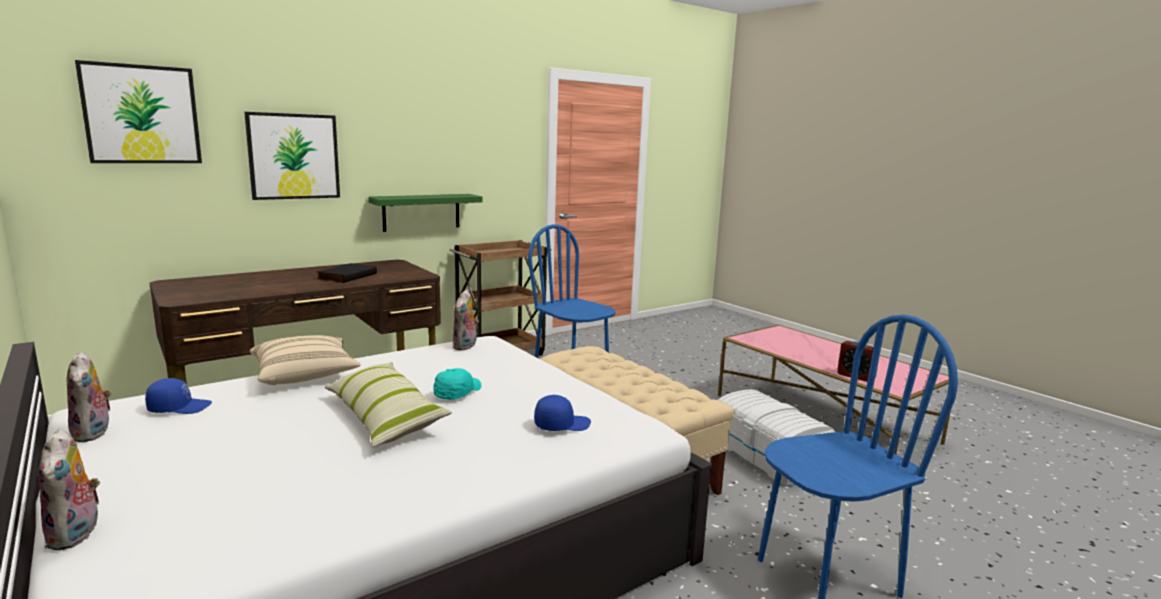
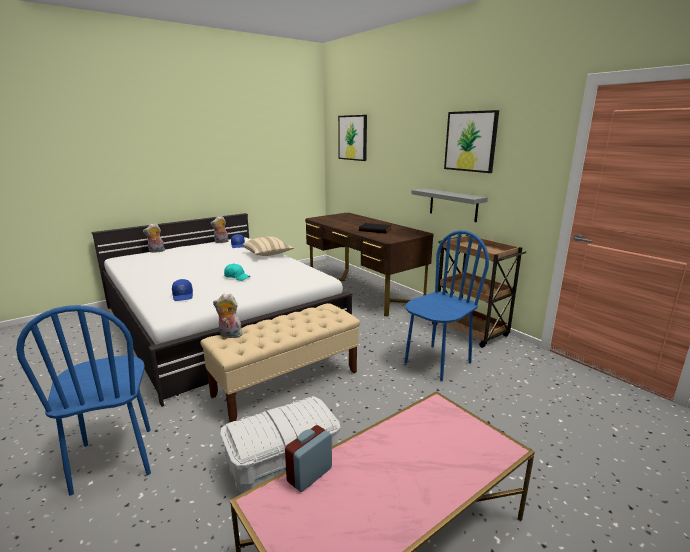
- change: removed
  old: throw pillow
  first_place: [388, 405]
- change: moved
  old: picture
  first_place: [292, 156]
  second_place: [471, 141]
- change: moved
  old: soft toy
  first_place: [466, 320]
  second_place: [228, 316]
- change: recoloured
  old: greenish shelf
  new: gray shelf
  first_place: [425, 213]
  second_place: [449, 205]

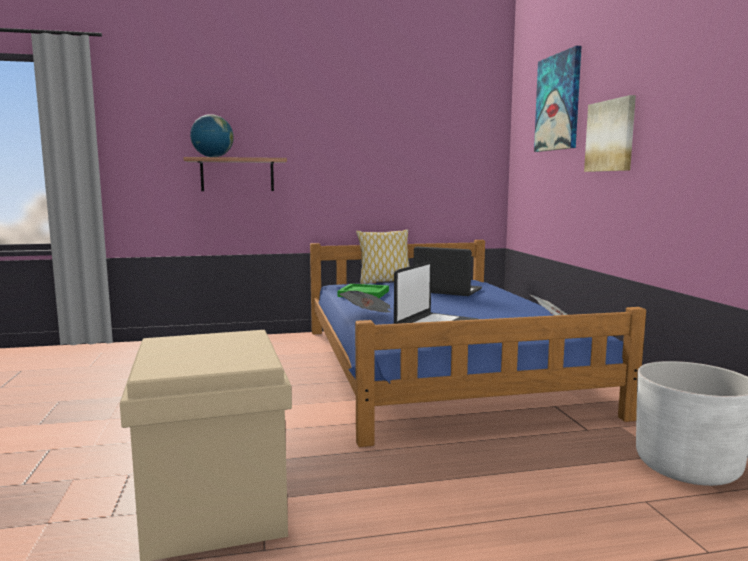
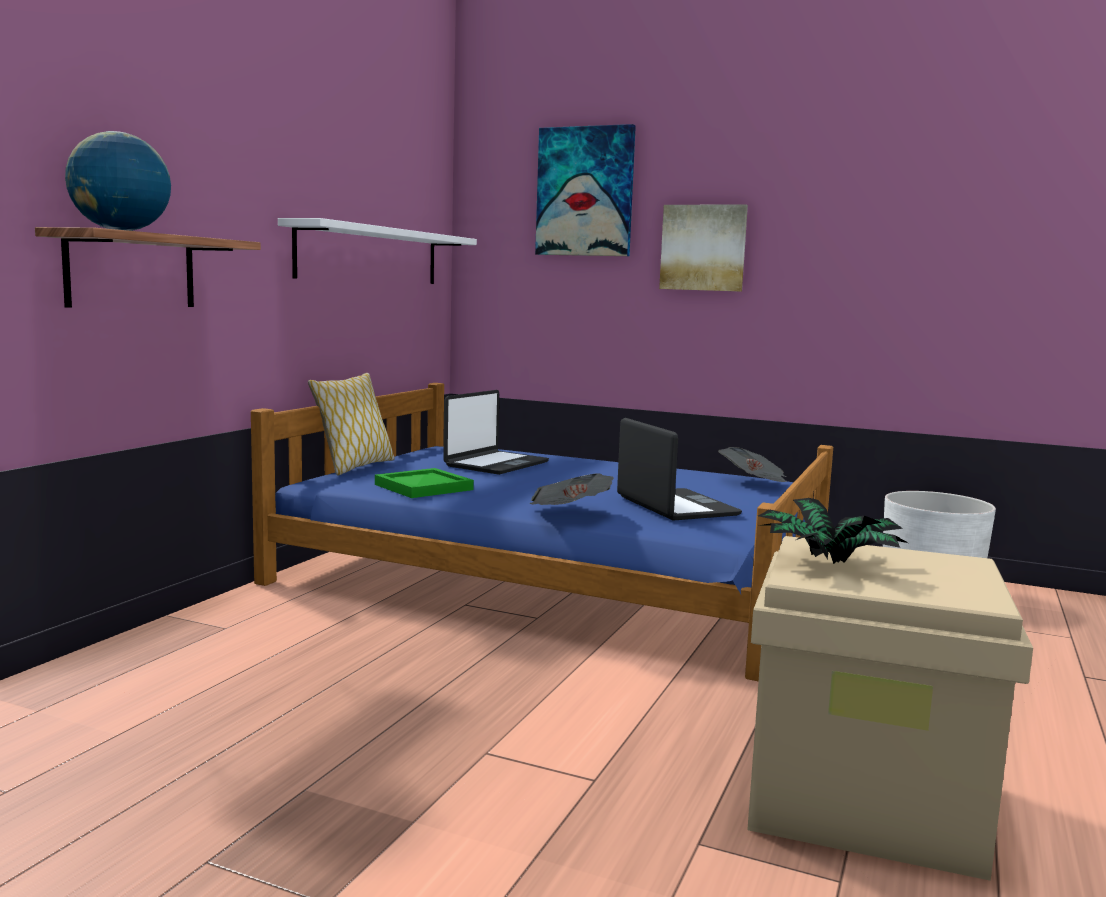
- change: added
  new: white shelf
  second_place: [377, 251]
- change: added
  new: plant in a pot
  second_place: [833, 531]
- change: turned
  old: portable computer
  first_place: [448, 271]
  second_place: [496, 432]
  degrees: 150

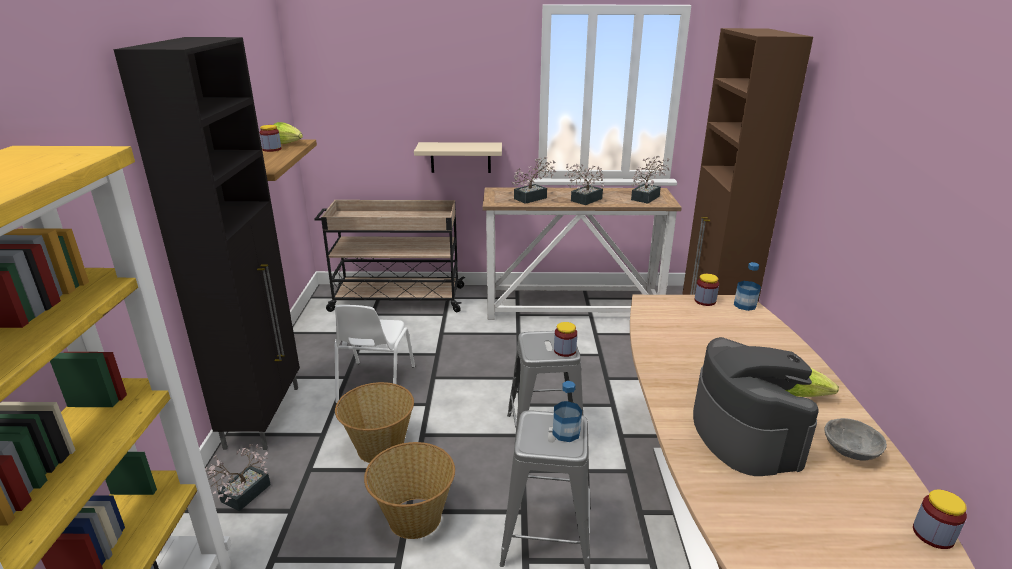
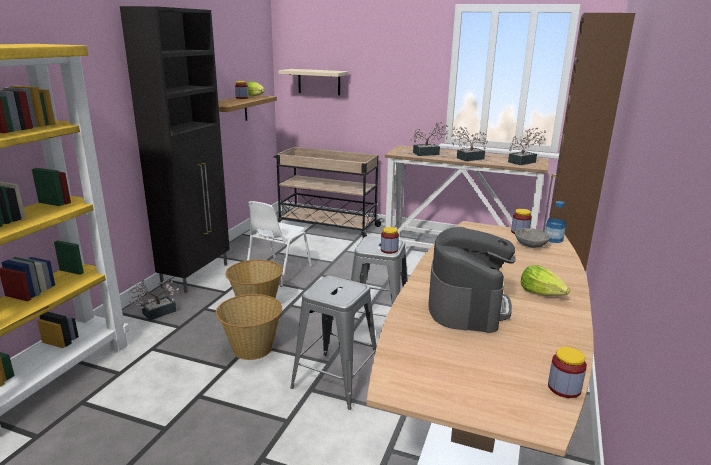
- change: removed
  old: bottle
  first_place: [567, 411]
- change: moved
  old: sand-coloured shelf
  first_place: [458, 157]
  second_place: [313, 82]
- change: moved
  old: gray bowl
  first_place: [855, 439]
  second_place: [533, 238]

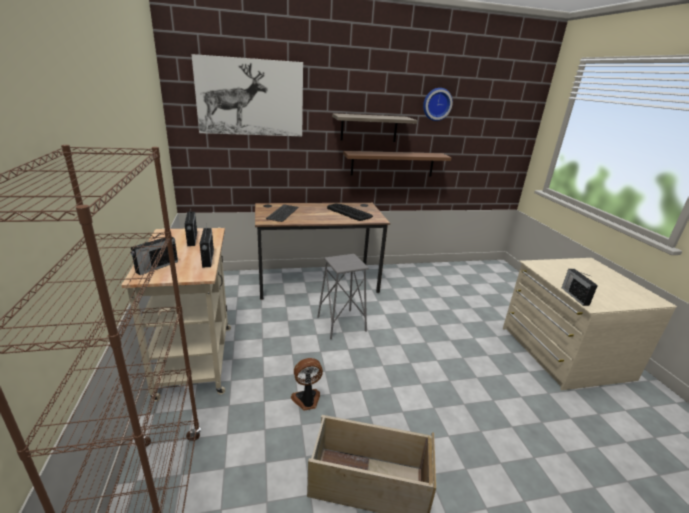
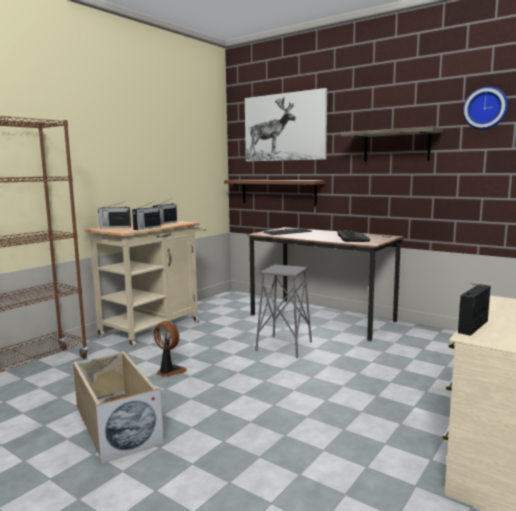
- change: moved
  old: brownish shelf
  first_place: [397, 163]
  second_place: [274, 193]

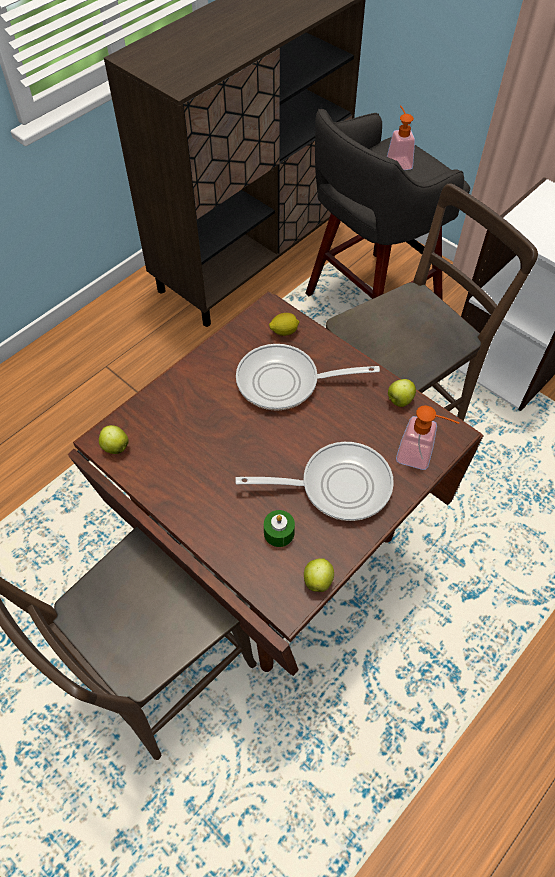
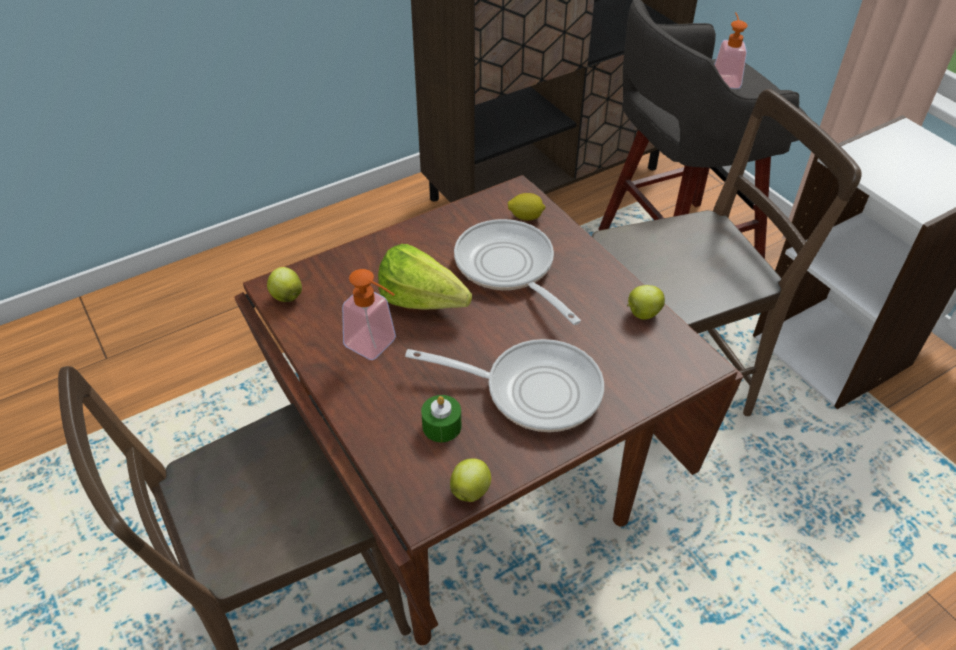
- change: added
  new: lettuce
  second_place: [425, 276]
- change: moved
  old: liquid soap bottle
  first_place: [427, 437]
  second_place: [369, 314]
- change: turned
  old: frying pan
  first_place: [308, 377]
  second_place: [517, 272]
  degrees: 45

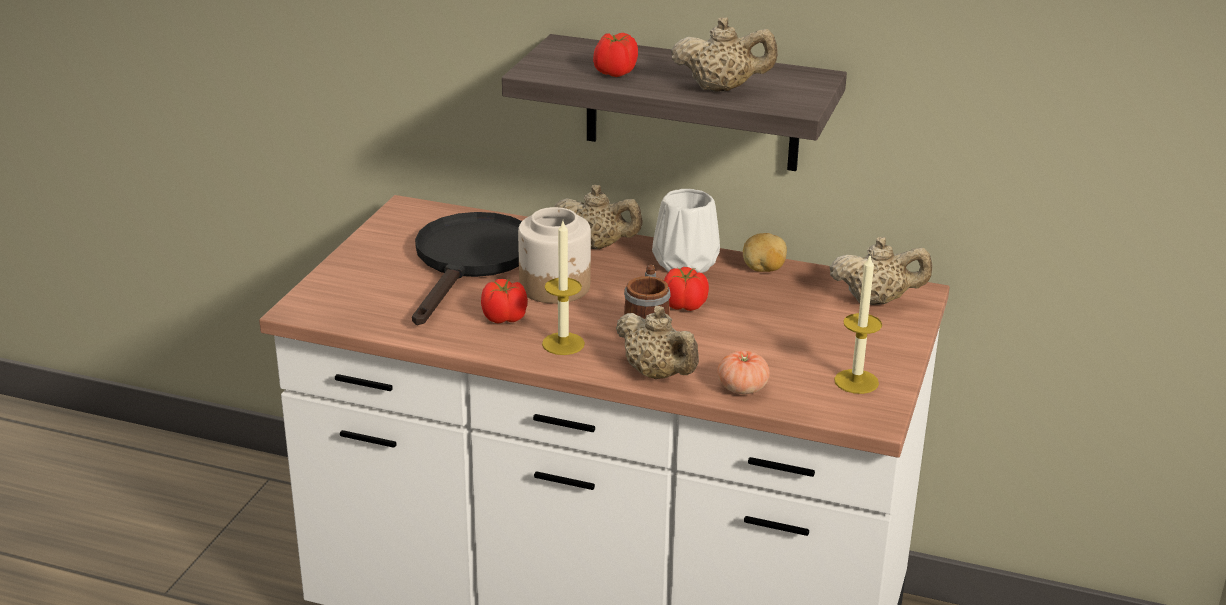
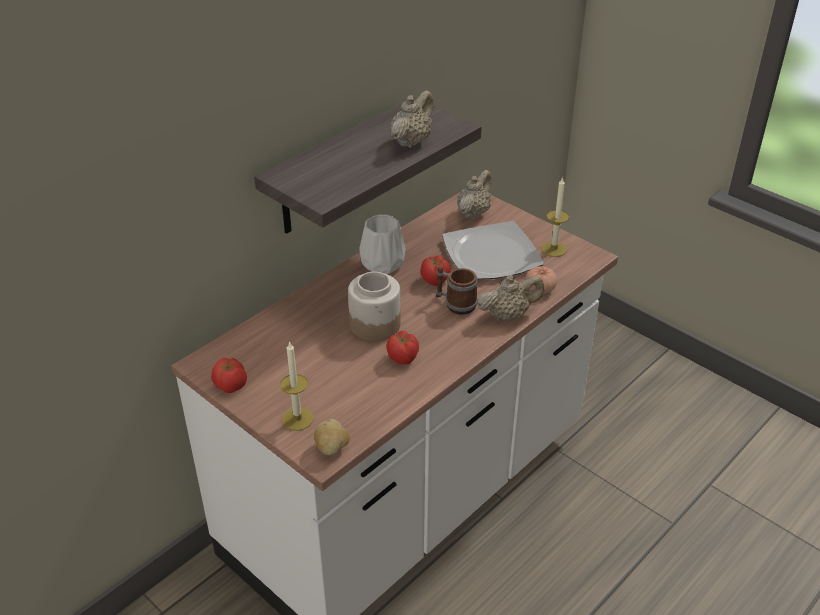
- change: removed
  old: blackish frying pan
  first_place: [467, 268]
- change: removed
  old: sand-coloured pot for tea
  first_place: [598, 217]
- change: added
  new: plate
  second_place: [493, 250]
- change: moved
  old: wax candle
  first_place: [563, 288]
  second_place: [297, 386]
- change: moved
  old: whole tomato
  first_place: [615, 55]
  second_place: [229, 375]
- change: moved
  old: whole potato
  first_place: [765, 252]
  second_place: [332, 437]

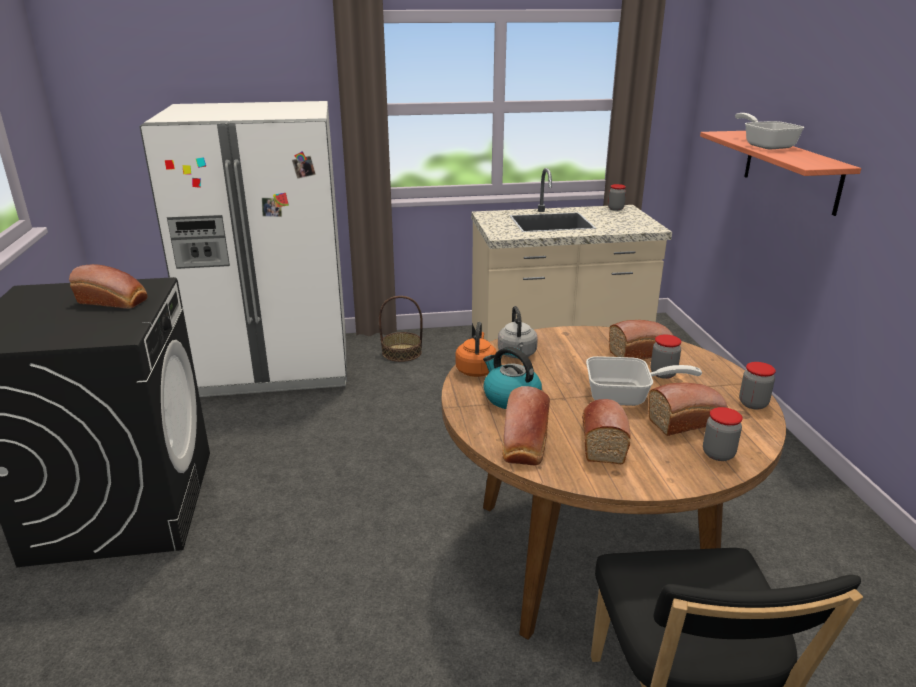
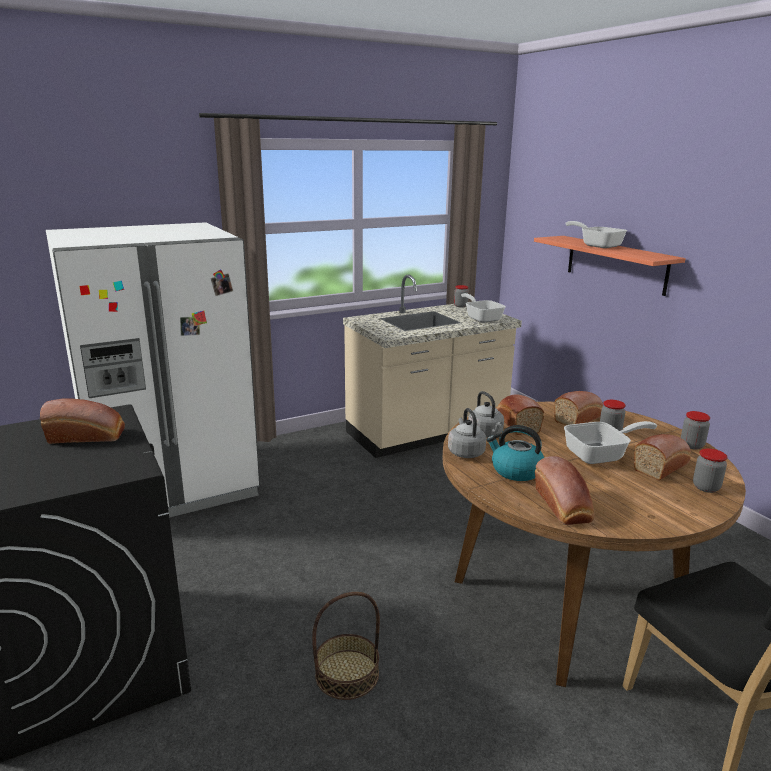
- change: added
  new: frying pan
  second_place: [483, 308]
- change: moved
  old: storage basket
  first_place: [401, 329]
  second_place: [346, 646]
- change: moved
  old: bread
  first_place: [606, 431]
  second_place: [520, 414]
- change: recoloured
  old: orange-coloured tea kettle
  new: gray tea kettle
  first_place: [476, 349]
  second_place: [467, 433]

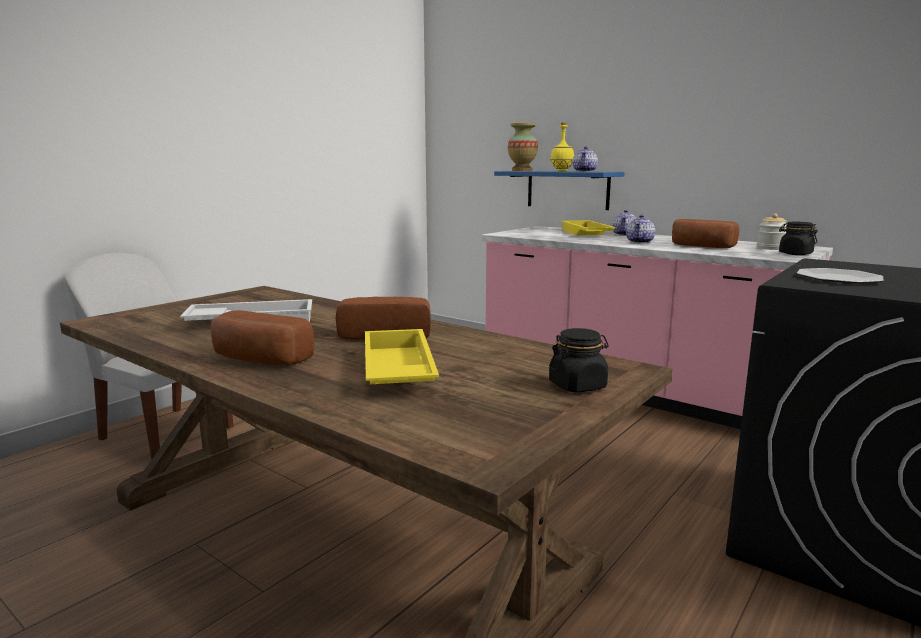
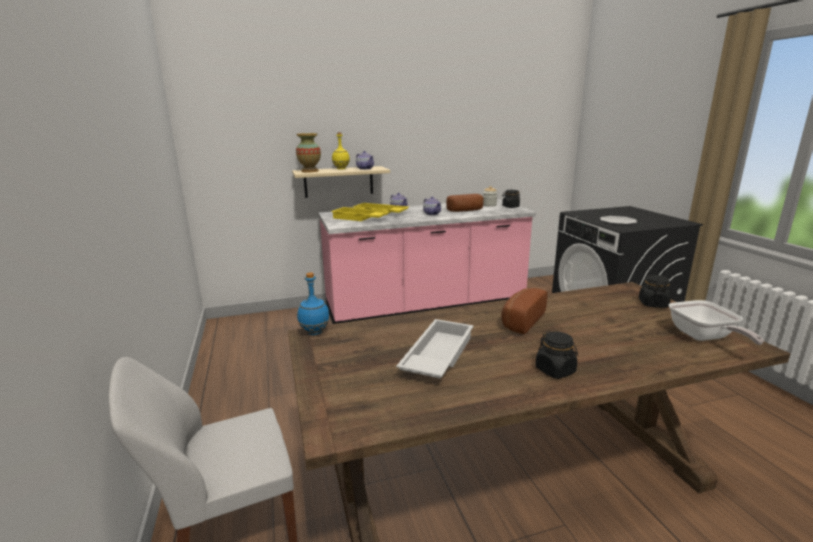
- change: added
  new: bluish bottle
  second_place: [313, 303]
- change: added
  new: frying pan
  second_place: [716, 322]
- change: moved
  old: yellow tray
  first_place: [402, 356]
  second_place: [360, 214]
- change: replaced
  old: bread
  new: blackish storage jar
  first_place: [262, 337]
  second_place: [556, 355]
- change: recoloured
  old: bluish shelf
  new: sand-coloured shelf
  first_place: [559, 190]
  second_place: [341, 182]

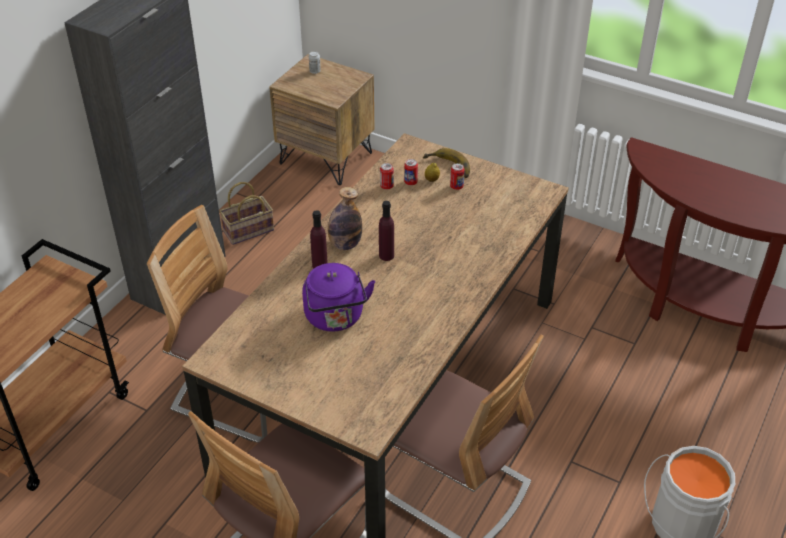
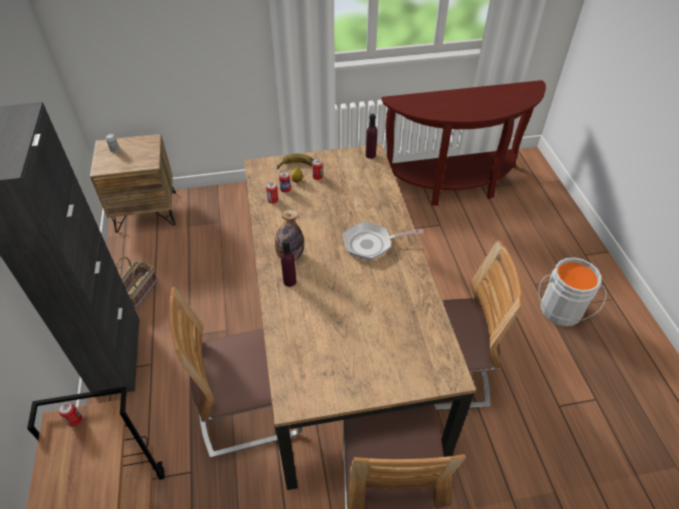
- change: removed
  old: purplish tea kettle
  first_place: [338, 297]
- change: added
  new: metal can
  second_place: [70, 414]
- change: added
  new: frying pan
  second_place: [383, 241]
- change: moved
  old: purplish bottle
  first_place: [386, 231]
  second_place: [371, 136]

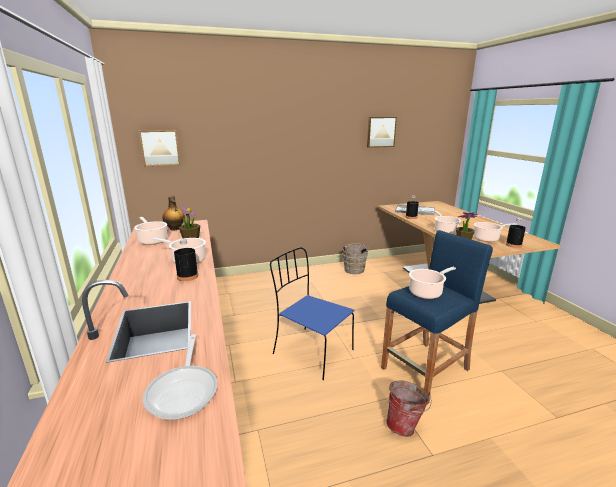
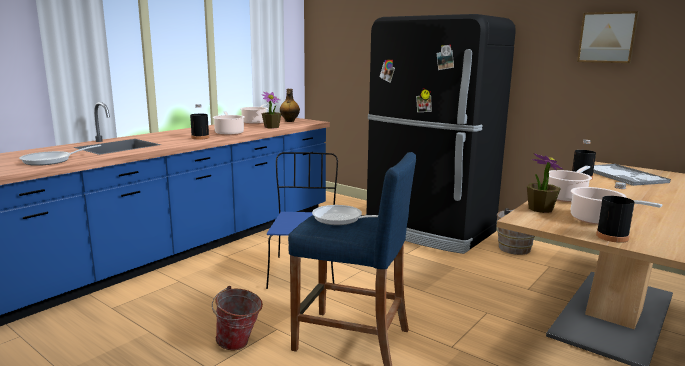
- change: removed
  old: picture
  first_place: [159, 148]
- change: added
  new: blackish kitchen fridge
  second_place: [440, 134]
- change: replaced
  old: cooking pot
  new: frying pan
  first_place: [432, 283]
  second_place: [345, 215]

